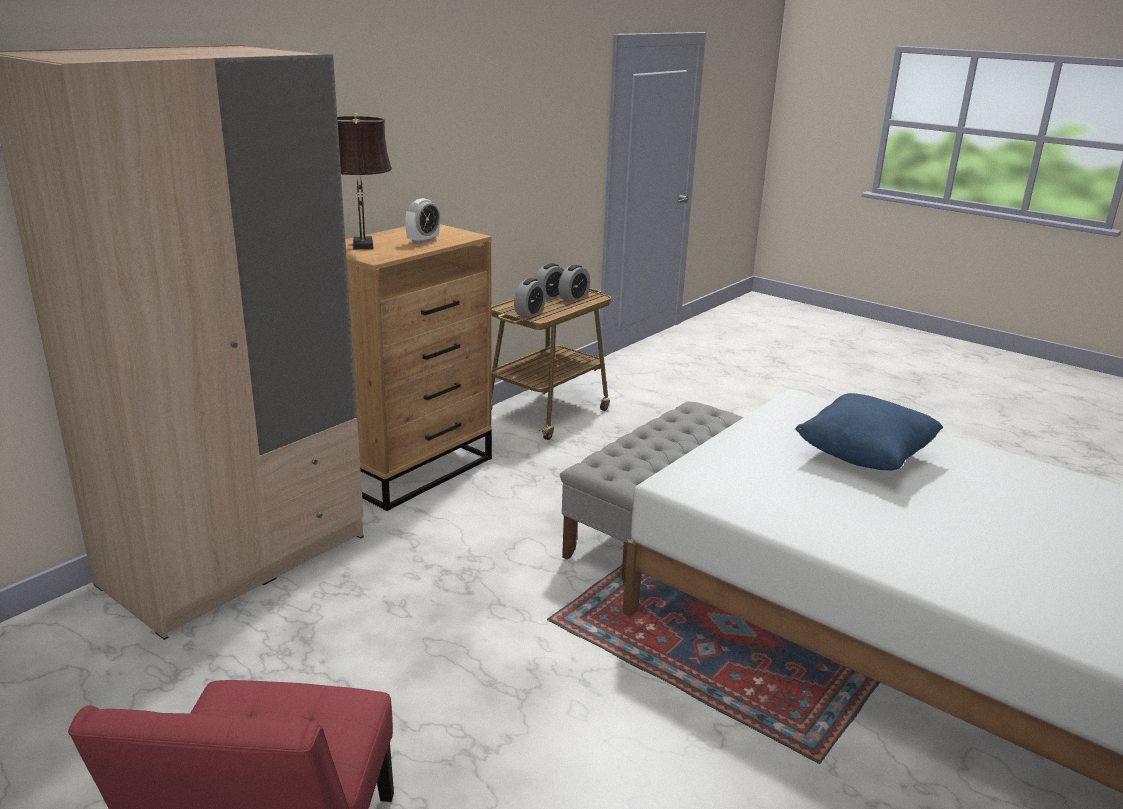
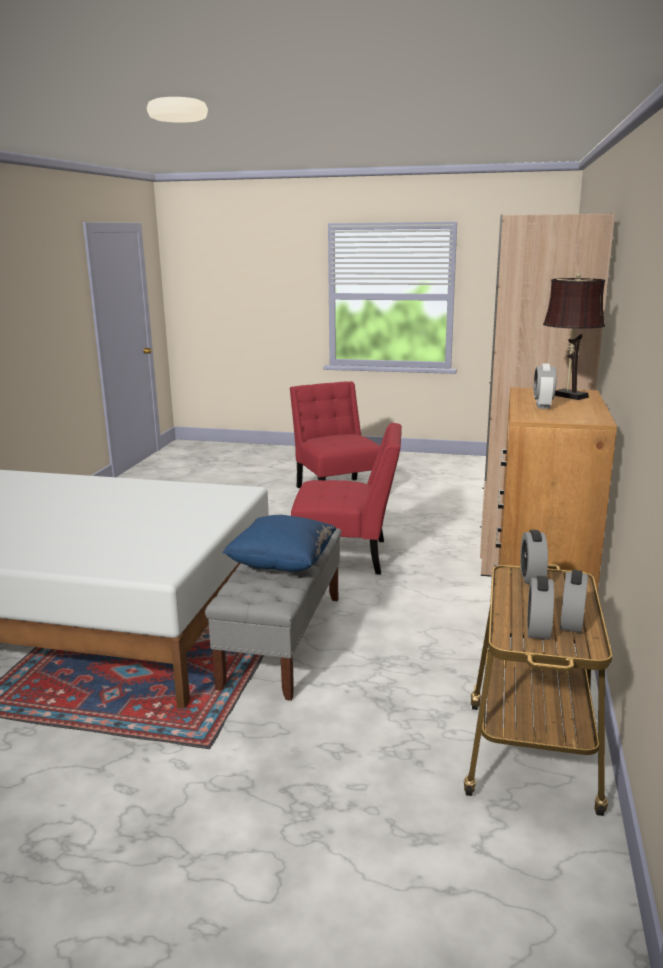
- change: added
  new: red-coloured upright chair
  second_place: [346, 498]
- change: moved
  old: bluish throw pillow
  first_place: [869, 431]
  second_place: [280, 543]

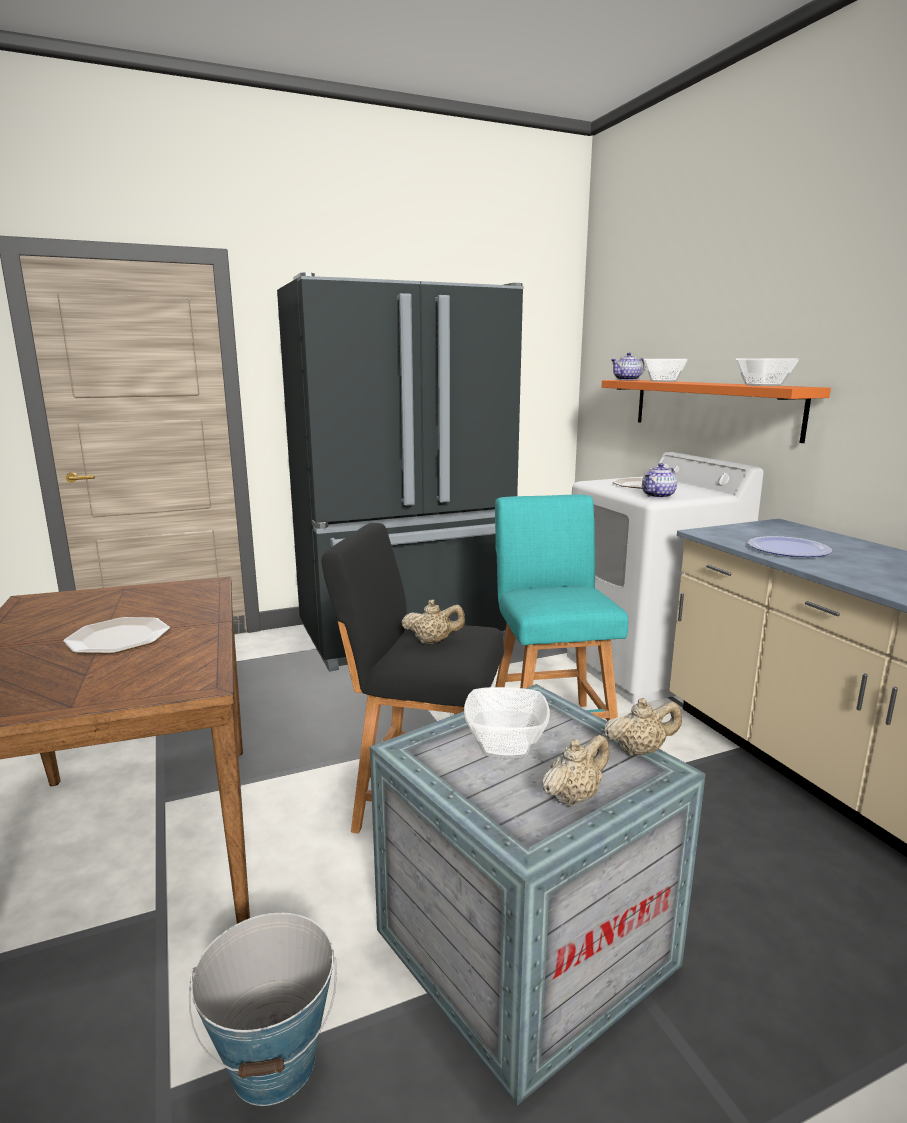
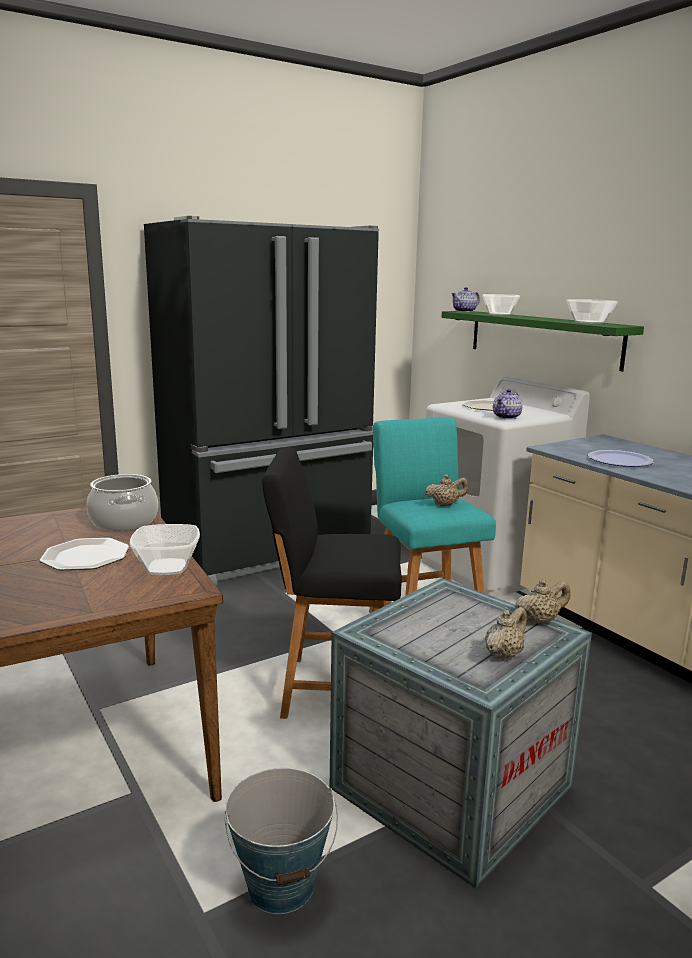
- change: added
  new: cooking pot
  second_place: [122, 502]
- change: moved
  old: sand-coloured pot for tea
  first_place: [433, 622]
  second_place: [447, 490]
- change: moved
  old: bowl
  first_place: [507, 723]
  second_place: [165, 549]
- change: recoloured
  old: orange-coloured shelf
  new: greenish shelf
  first_place: [716, 411]
  second_place: [542, 341]

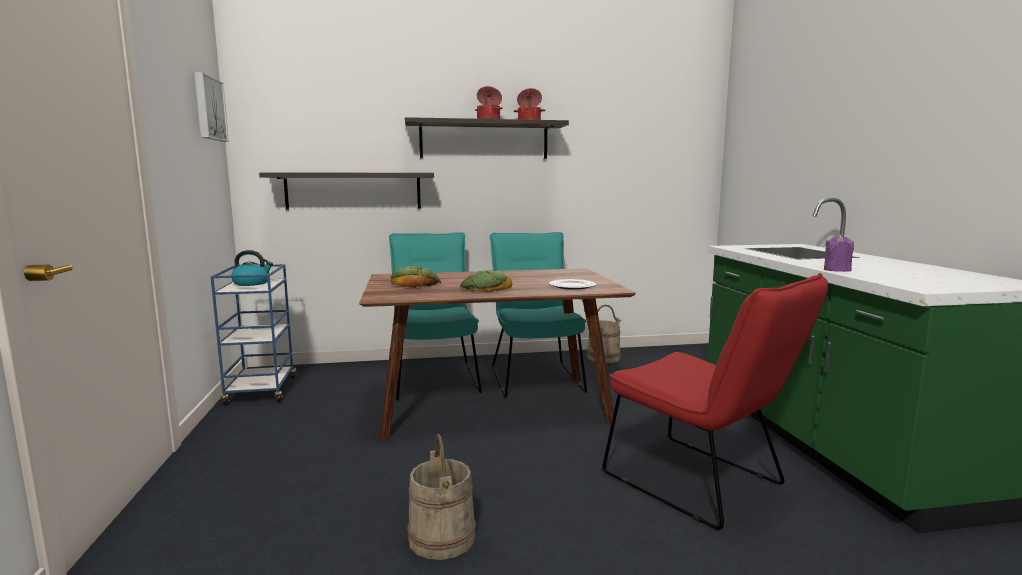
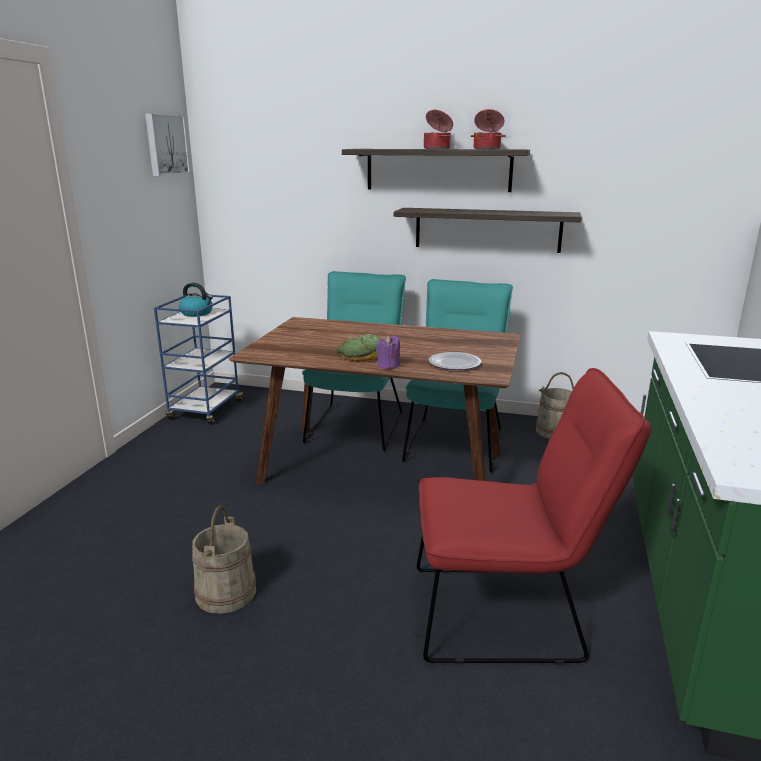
- change: removed
  old: bread
  first_place: [416, 277]
- change: moved
  old: shelf
  first_place: [346, 191]
  second_place: [488, 230]
- change: moved
  old: purplish wax candle
  first_place: [839, 253]
  second_place: [388, 352]
- change: turned
  old: red-coloured upright chair
  first_place: [715, 401]
  second_place: [534, 516]
  degrees: -75

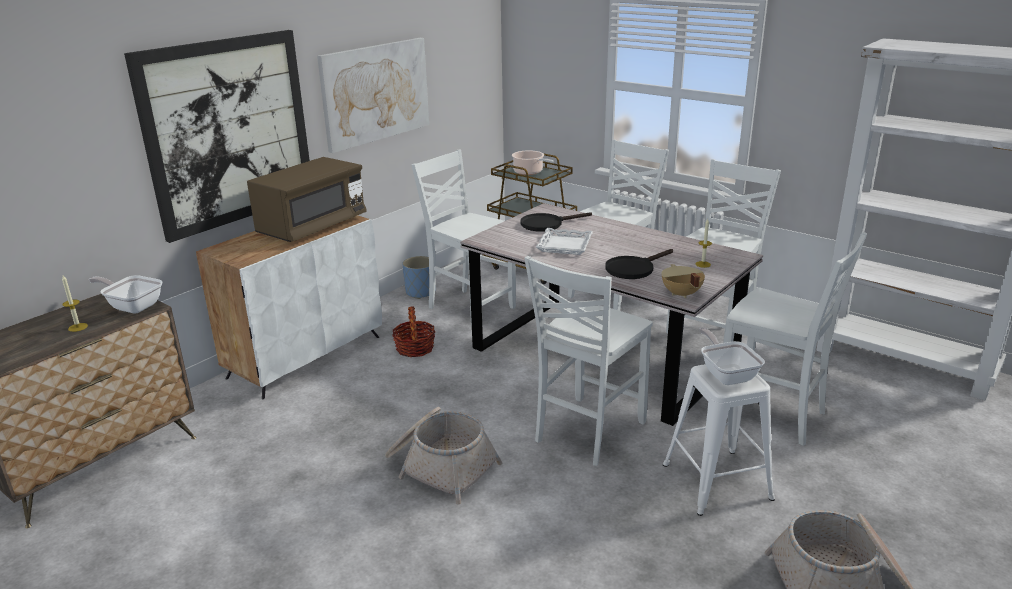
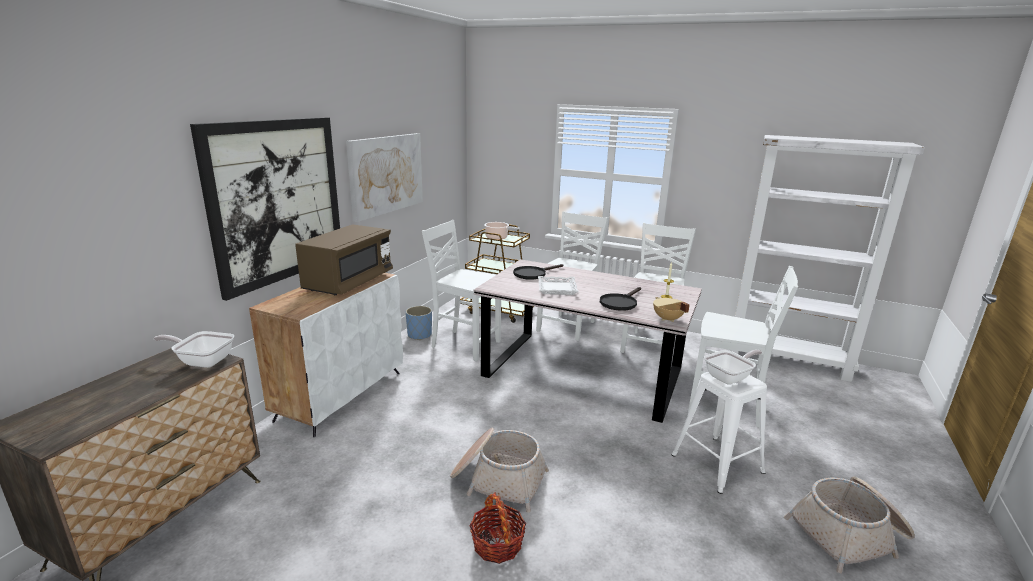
- change: removed
  old: wax candle
  first_place: [75, 303]
- change: removed
  old: white upright chair
  first_place: [588, 361]
- change: moved
  old: storage basket
  first_place: [413, 331]
  second_place: [498, 528]
- change: turned
  old: frying pan
  first_place: [732, 356]
  second_place: [733, 367]
  degrees: 90

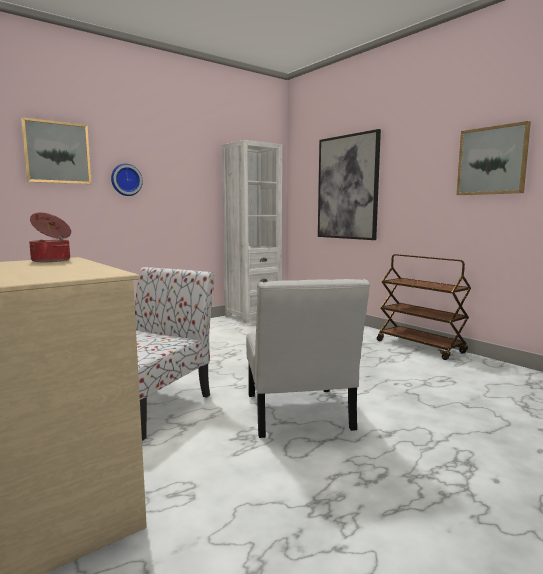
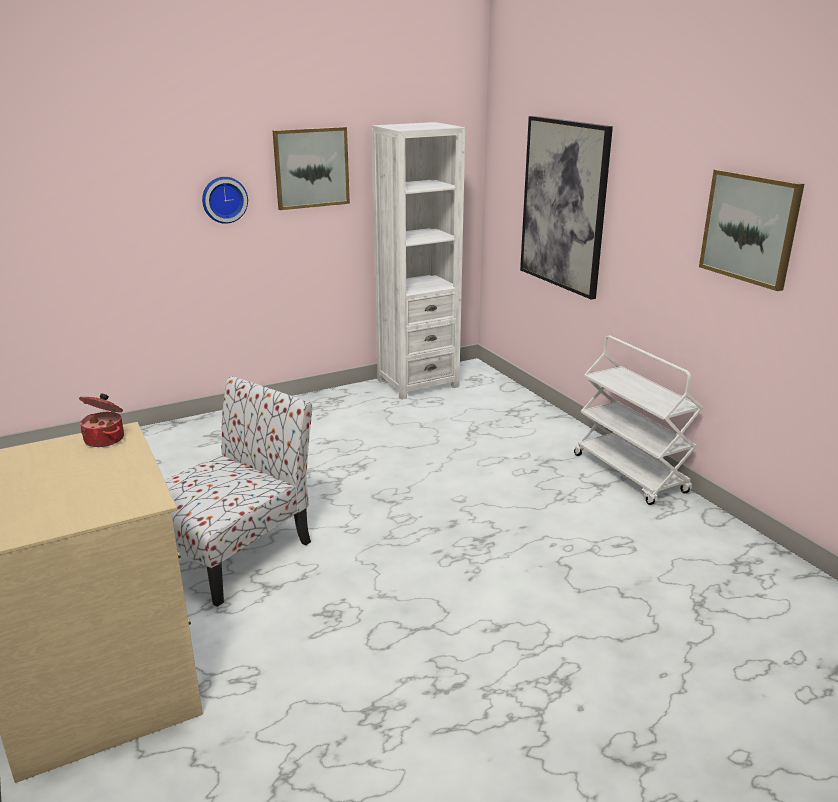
- change: removed
  old: white upright chair
  first_place: [308, 358]
- change: moved
  old: picture
  first_place: [56, 150]
  second_place: [311, 168]
- change: recoloured
  old: brownish cart
  new: white cart
  first_place: [424, 307]
  second_place: [638, 420]

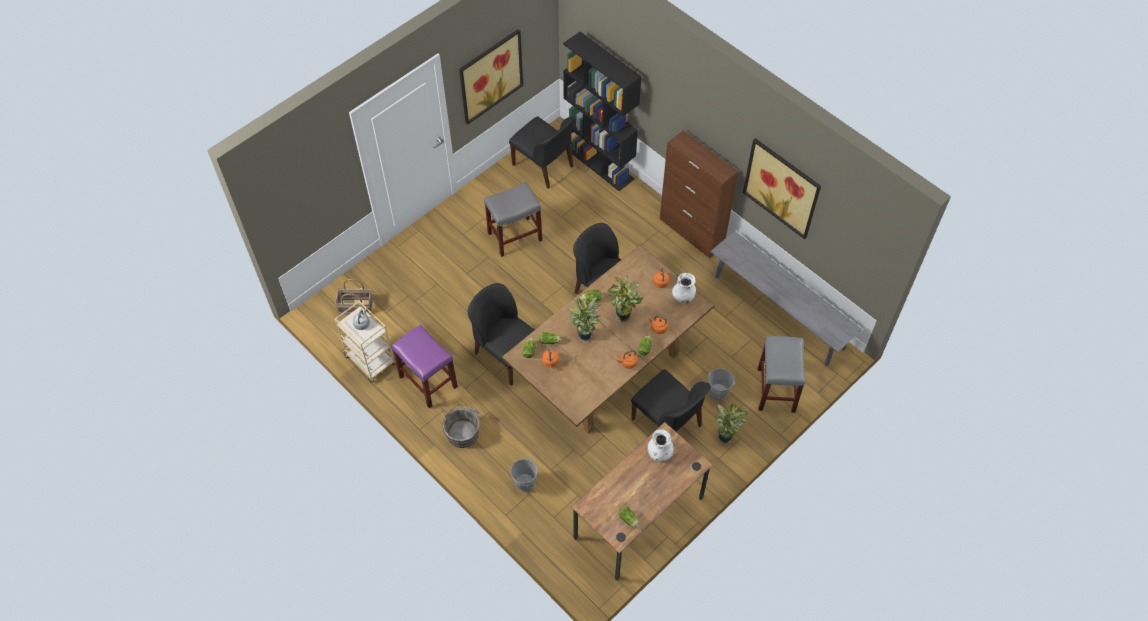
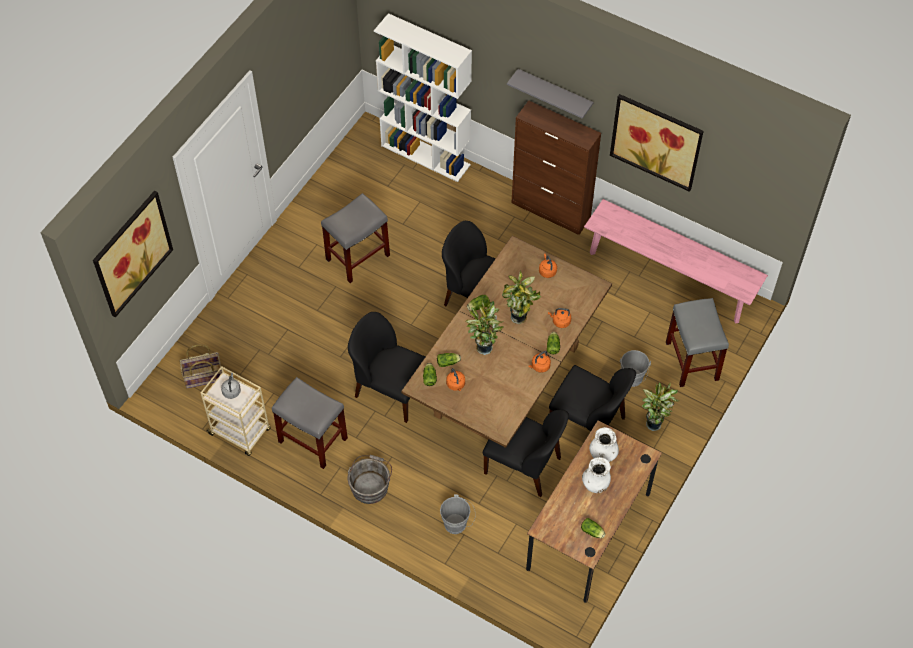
- change: added
  new: gray shelf
  second_place: [550, 94]
- change: moved
  old: picture
  first_place: [491, 77]
  second_place: [133, 254]
- change: moved
  old: blackish upright chair
  first_place: [541, 152]
  second_place: [526, 453]
- change: moved
  old: white flower vase
  first_place: [684, 288]
  second_place: [596, 475]
- change: recoloured
  old: purplish sitting stool
  new: gray sitting stool
  first_place: [425, 366]
  second_place: [310, 423]
- change: recoloured
  old: blackish bookcase
  new: white bookcase
  first_place: [602, 111]
  second_place: [423, 97]
- change: recoloured
  old: gray bench
  new: pink-coloured bench
  first_place: [786, 298]
  second_place: [676, 261]

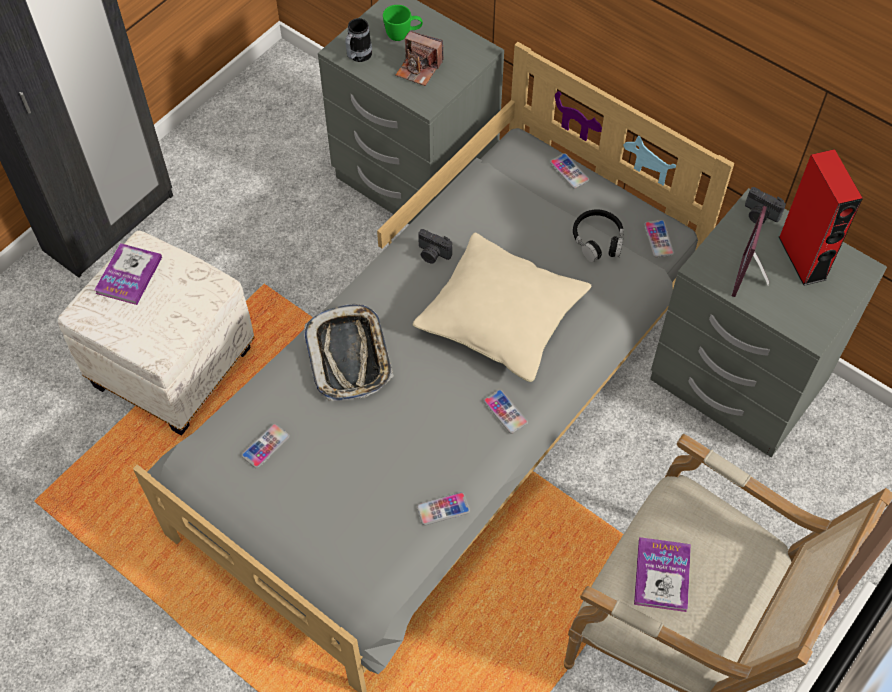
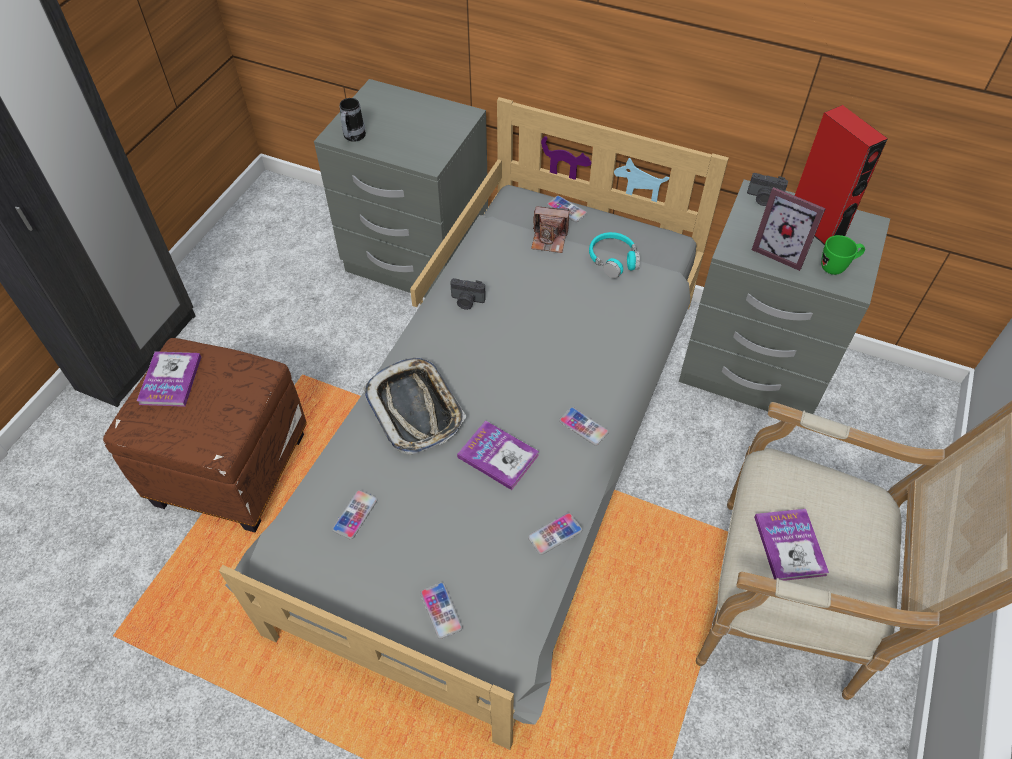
- change: removed
  old: sand-coloured throw pillow
  first_place: [502, 307]
- change: added
  new: bound book
  second_place: [498, 455]
- change: moved
  old: greenish mug
  first_place: [403, 23]
  second_place: [843, 255]
- change: moved
  old: still camera
  first_place: [419, 58]
  second_place: [550, 230]
- change: moved
  old: telephone
  first_place: [659, 239]
  second_place: [441, 610]
- change: recoloured
  old: white pouffe
  new: brownish pouffe
  first_place: [156, 333]
  second_place: [205, 435]
- change: recoloured
  old: blackish headphones
  new: turquoise-coloured headphones
  first_place: [598, 235]
  second_place: [614, 255]
- change: turned
  old: photo frame
  first_place: [750, 251]
  second_place: [789, 229]
  degrees: -60

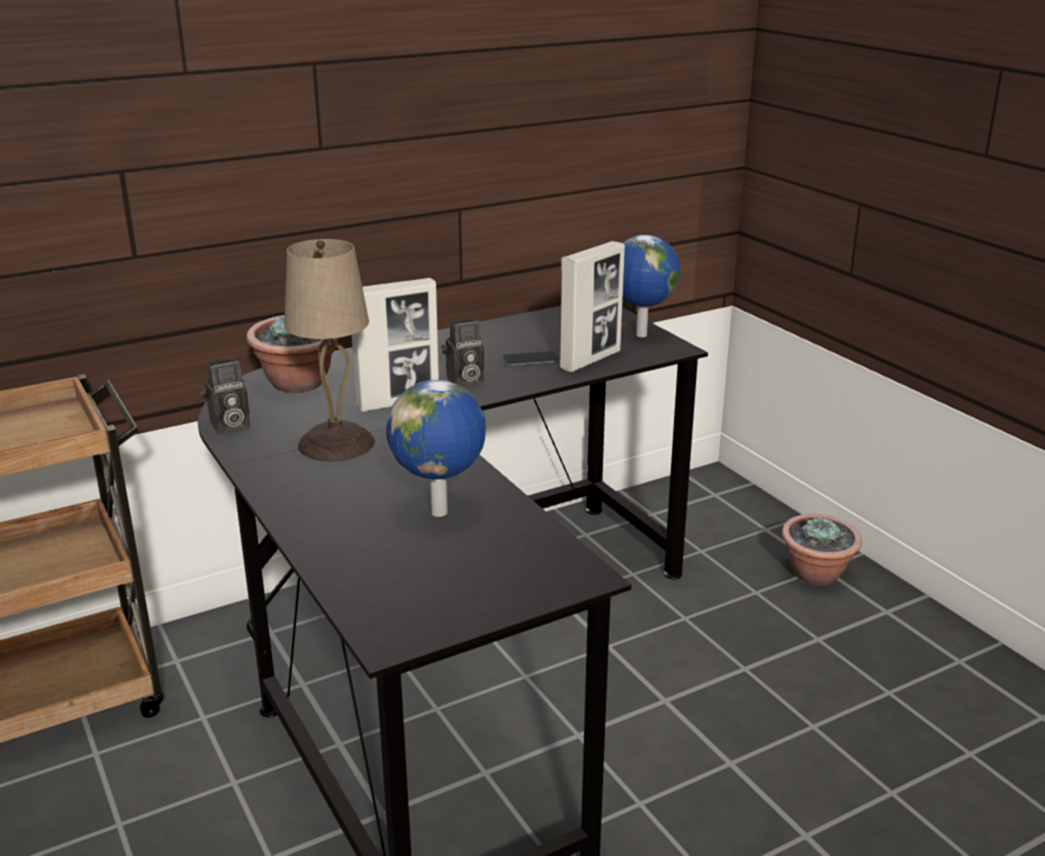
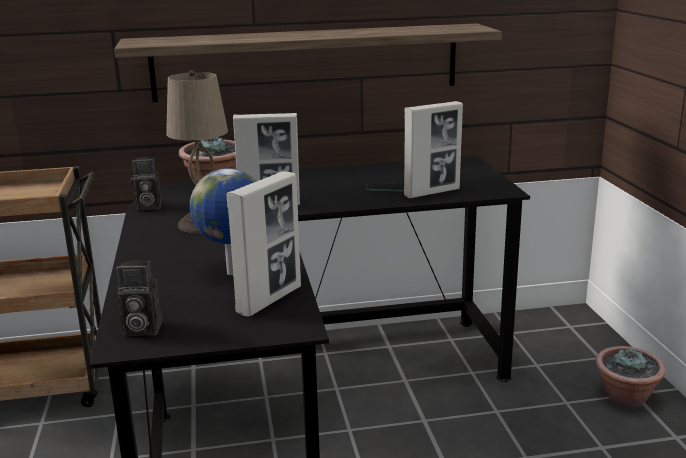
- change: removed
  old: world globe
  first_place: [651, 286]
- change: added
  new: shelf
  second_place: [308, 62]
- change: added
  new: photo frame
  second_place: [263, 244]
- change: moved
  old: still camera
  first_place: [462, 352]
  second_place: [139, 298]

